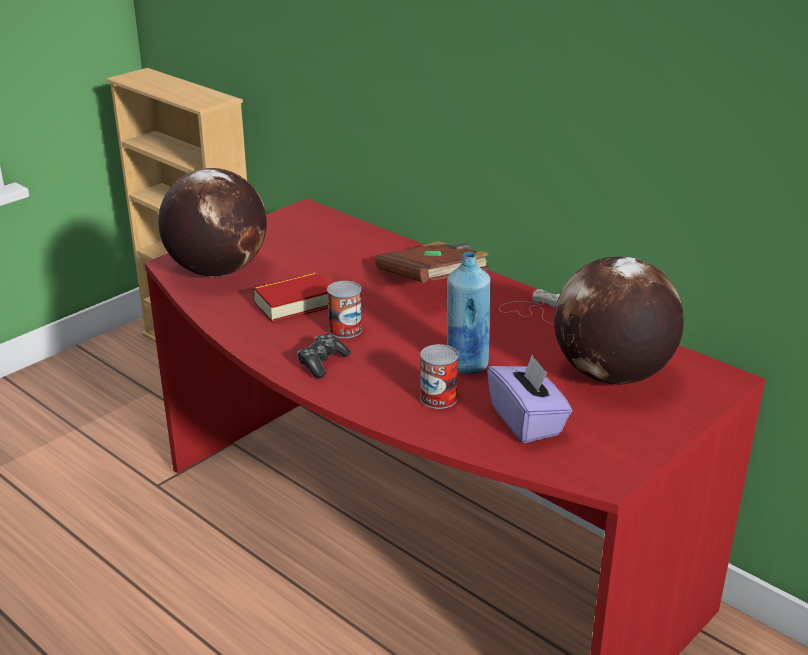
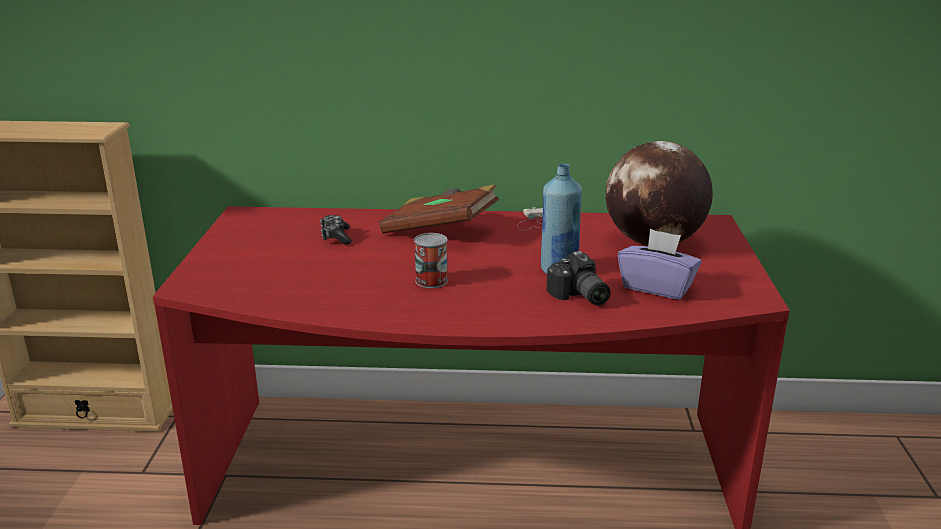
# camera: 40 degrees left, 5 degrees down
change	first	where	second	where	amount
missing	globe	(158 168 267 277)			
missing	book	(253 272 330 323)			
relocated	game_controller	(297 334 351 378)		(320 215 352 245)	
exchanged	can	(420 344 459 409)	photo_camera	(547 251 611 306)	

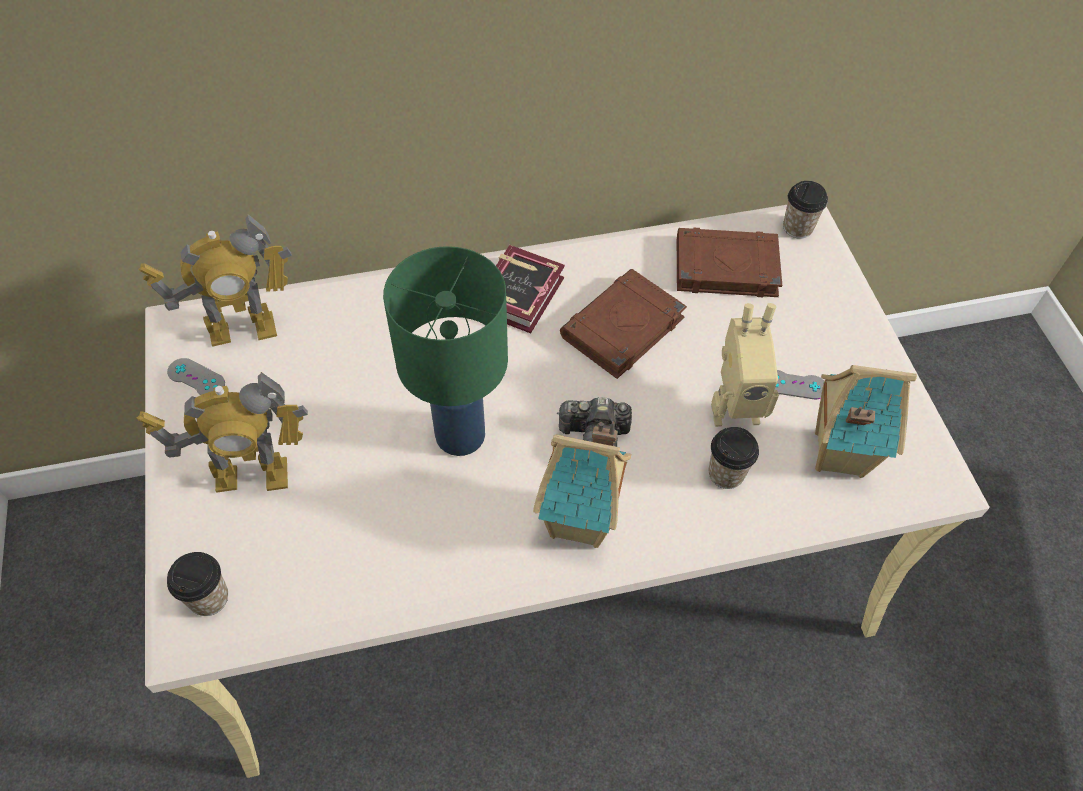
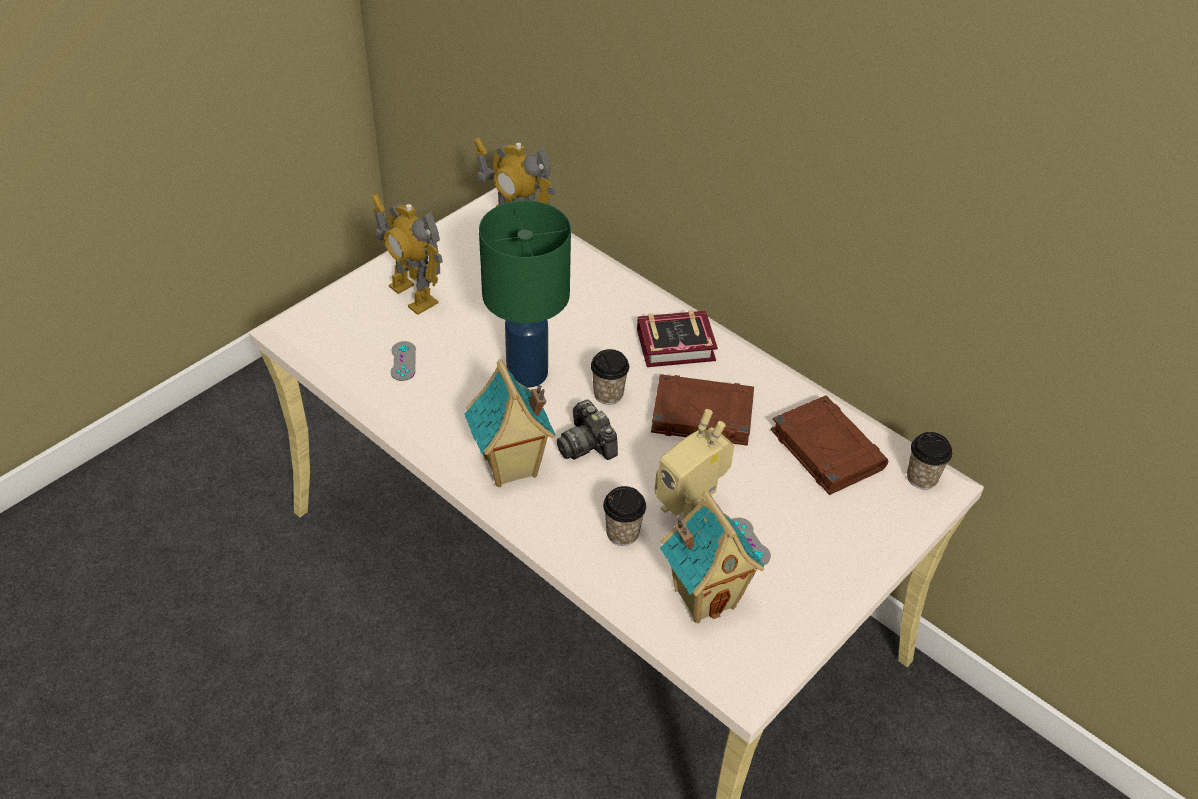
# camera: 55 degrees right, 10 degrees down
change	first	where	second	where	amount
relocated	grey_game_controller	(167 358 225 395)		(391 341 416 381)	
relocated	cup	(167 552 228 616)		(591 349 629 405)	

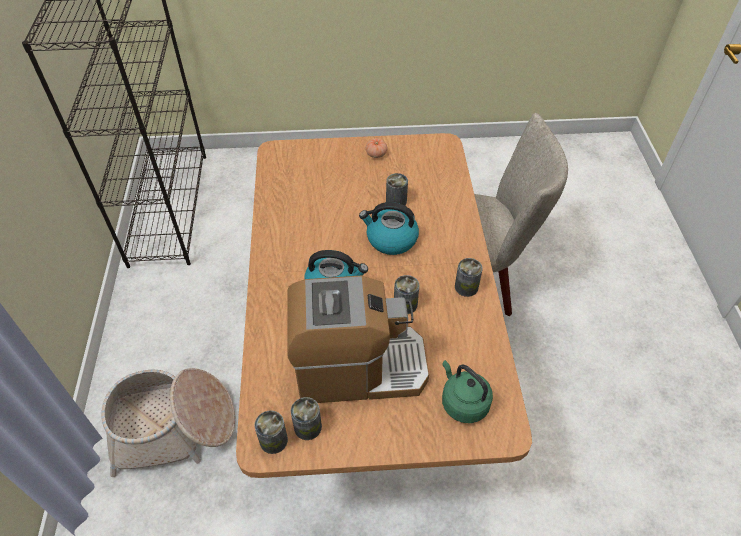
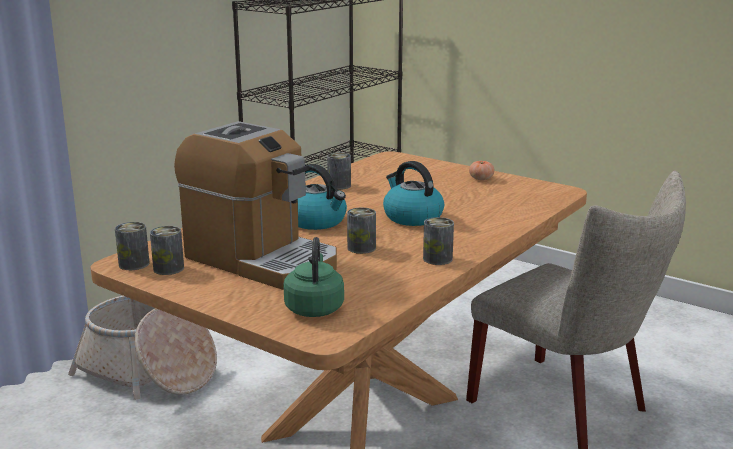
# camera: 40 degrees right, 30 degrees down
change	first	where	second	where	amount
relocated	can	(386 173 408 206)		(327 153 351 190)	

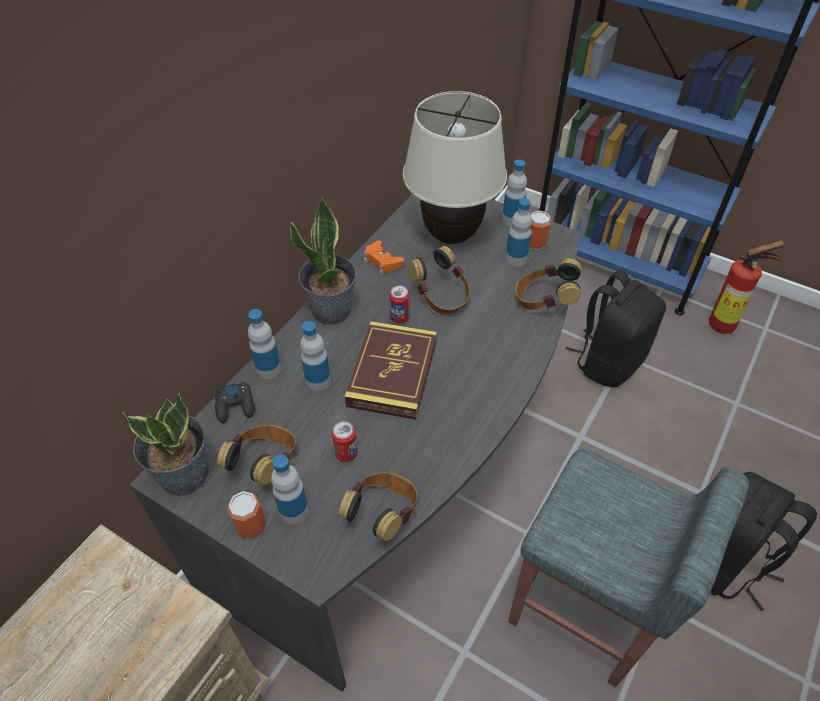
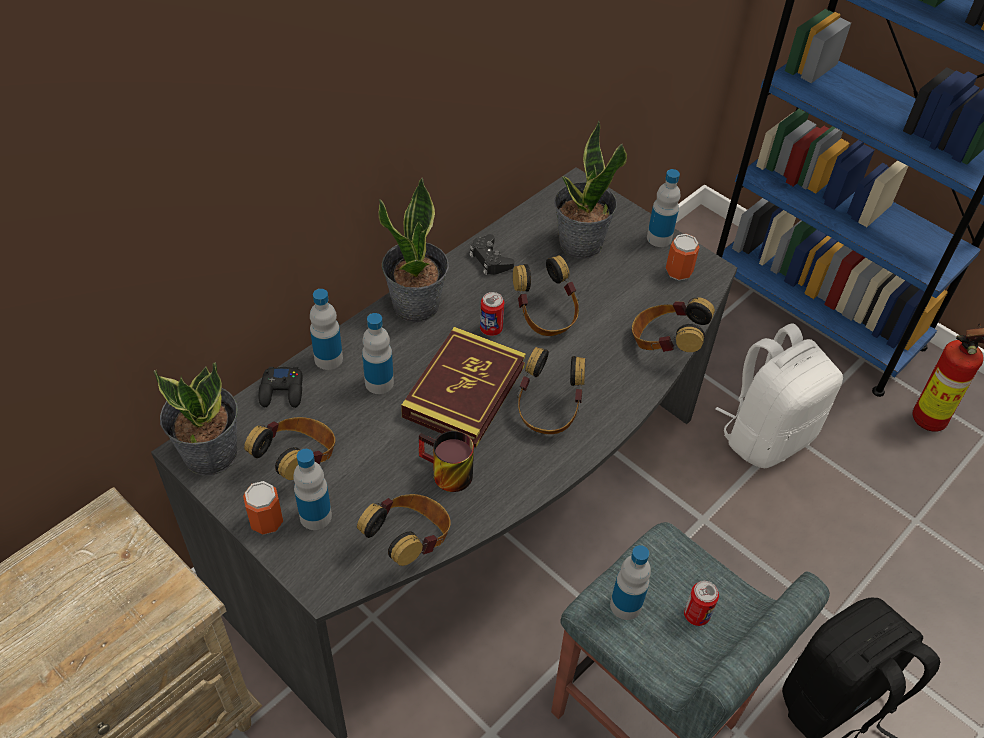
# camera: 10 degrees right, 0 degrees up
change	first	where	second	where	amount
appeared			mug	(419 431 474 492)	
appeared			headphones	(517 347 585 434)	
relocated	can	(332 422 358 462)		(684 581 719 626)	
relocated	bottle	(505 198 532 267)		(610 545 651 620)	
exchanged	beige_table_lamp	(403 91 507 244)	potted_plant	(554 121 627 259)	
colour	orange_game_controller	(364 240 404 274)	black_game_controller	(469 234 514 275)	
colour	black_backpack	(566 270 666 387)	white_backpack	(716 323 843 468)	

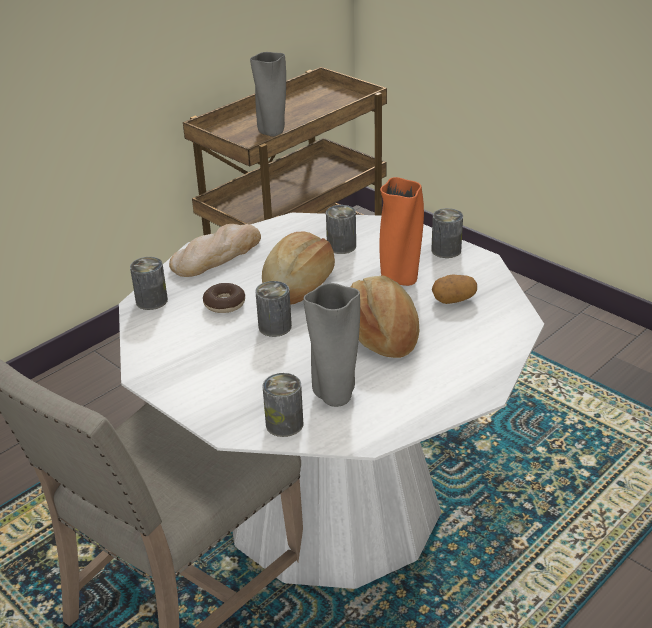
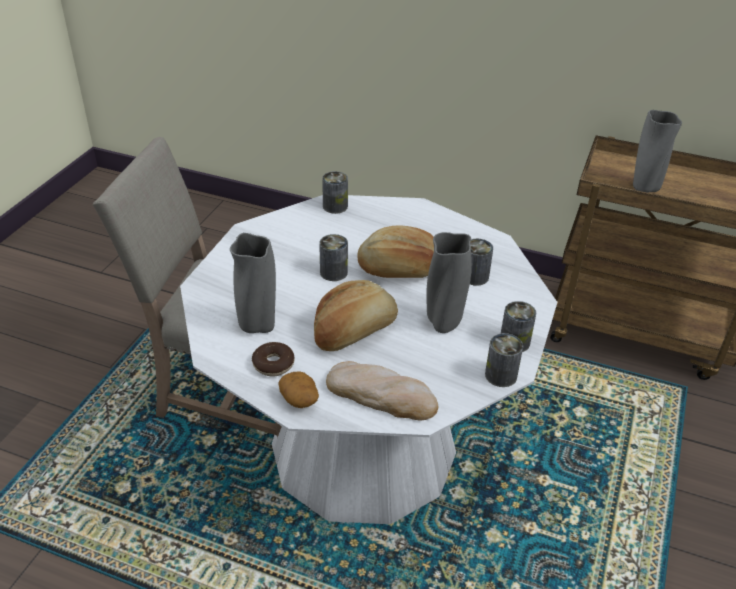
# camera: 65 degrees right, 5 degrees up
change	first	where	second	where	amount
relocated	bread	(169 224 261 277)		(326 361 438 420)	
relocated	donut	(203 283 245 313)		(252 342 294 376)	
relocated	can	(263 373 304 437)		(485 333 523 387)	
relocated	potato	(432 274 477 304)		(278 371 319 408)	
colour	orange_vase	(380 177 424 286)	grey_vase	(426 232 472 333)	

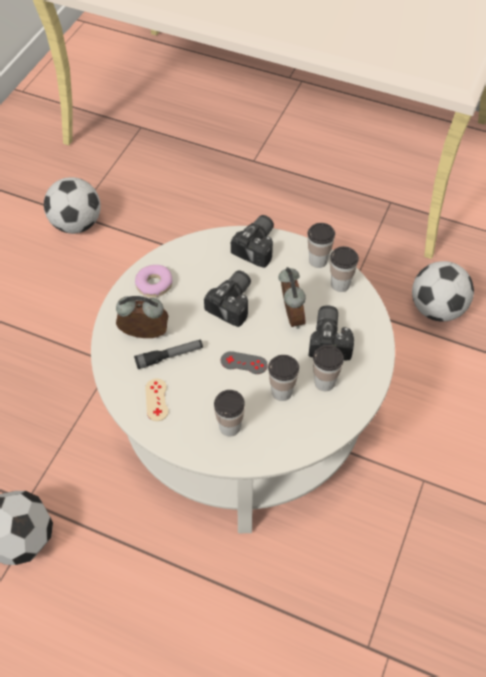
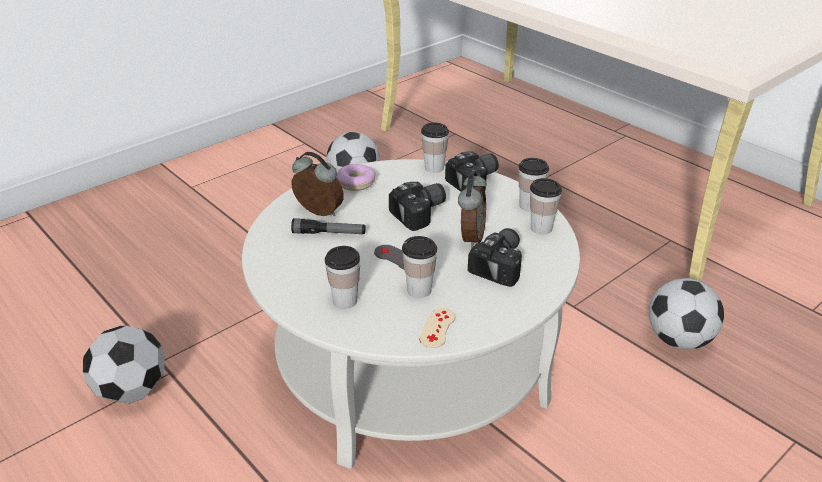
# camera: 25 degrees right, 20 degrees down
change	first	where	second	where	amount
relocated	beige_game_controller	(145 379 169 421)		(419 308 455 348)	
relocated	cup	(313 345 344 391)		(421 122 449 173)	

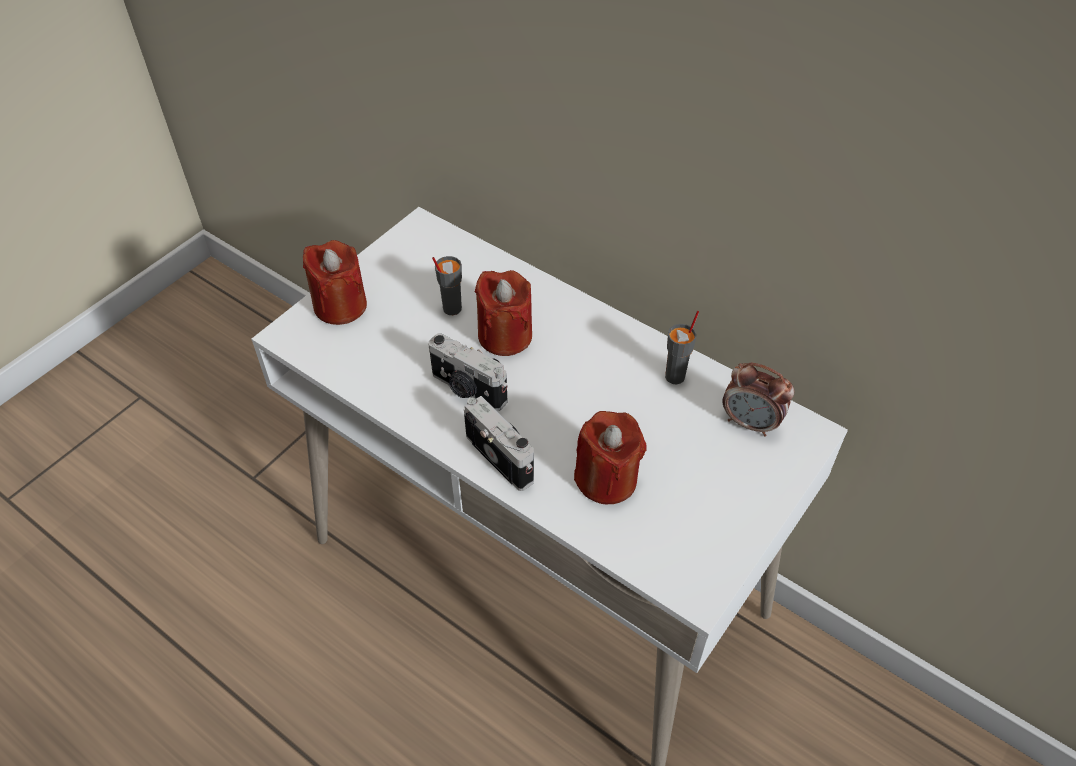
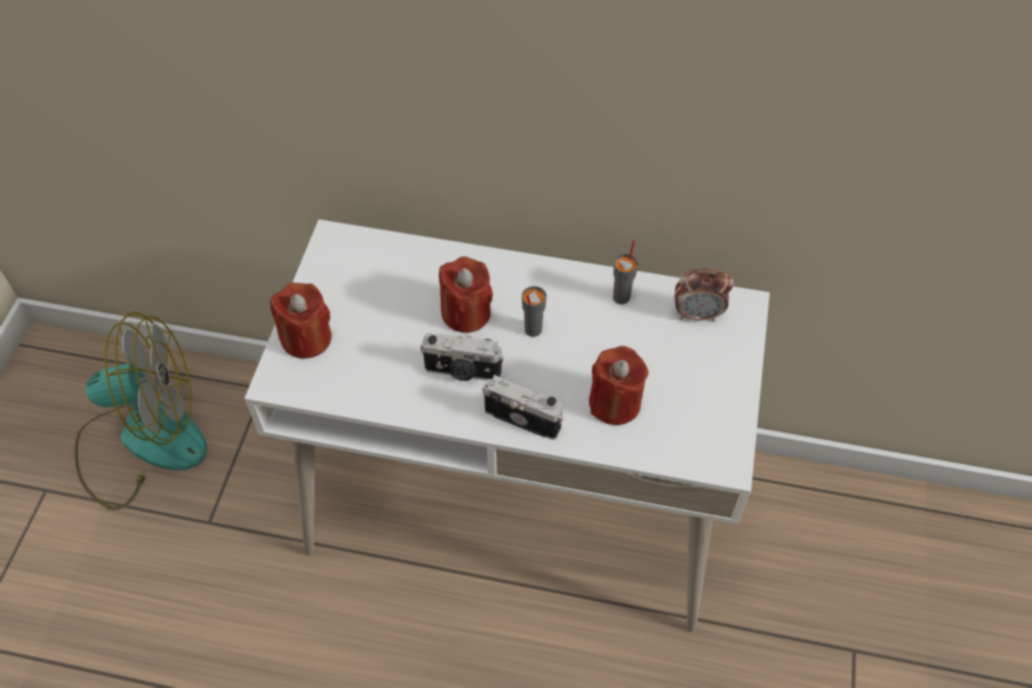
# camera: 25 degrees left, 5 degrees up
change	first	where	second	where	amount
appeared			fan	(75 312 207 510)	
relocated	grey_cup	(432 256 462 315)		(522 286 547 337)	

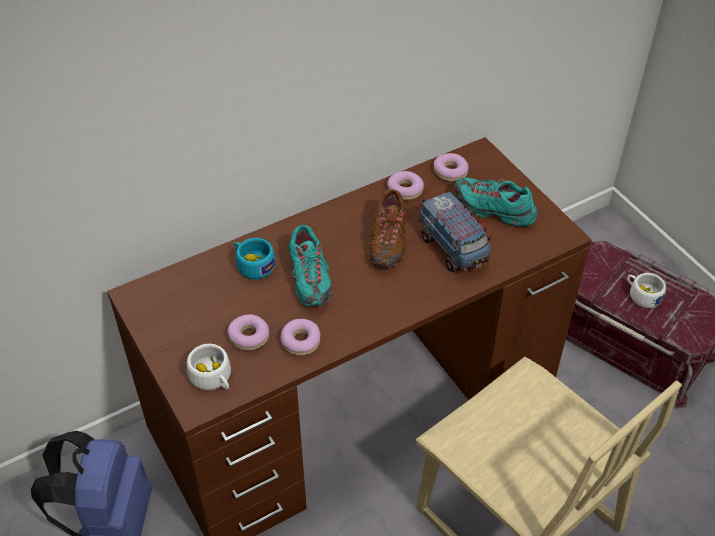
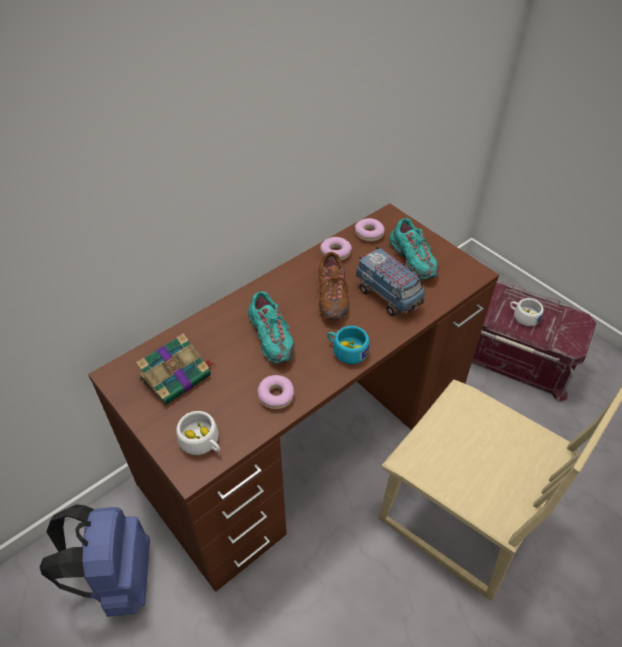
# camera: 10 degrees left, 0 degrees up
change	first	where	second	where	amount
missing	donut	(227 314 269 350)			
appeared			book	(136 333 215 405)	
relocated	turquoise_cup	(234 238 276 280)		(327 326 369 364)	
spun	turquoise_shoe	(454 177 537 227)		(389 218 439 279)	135 degrees counterclockwise

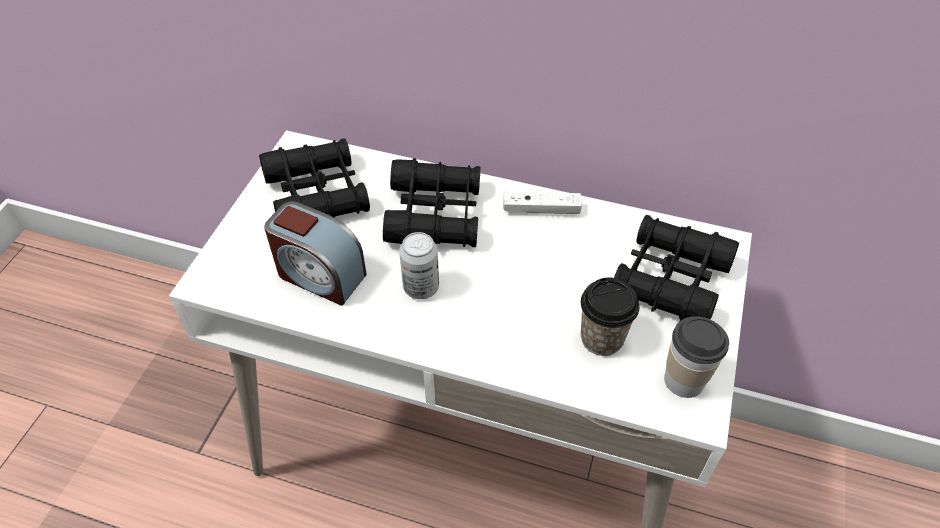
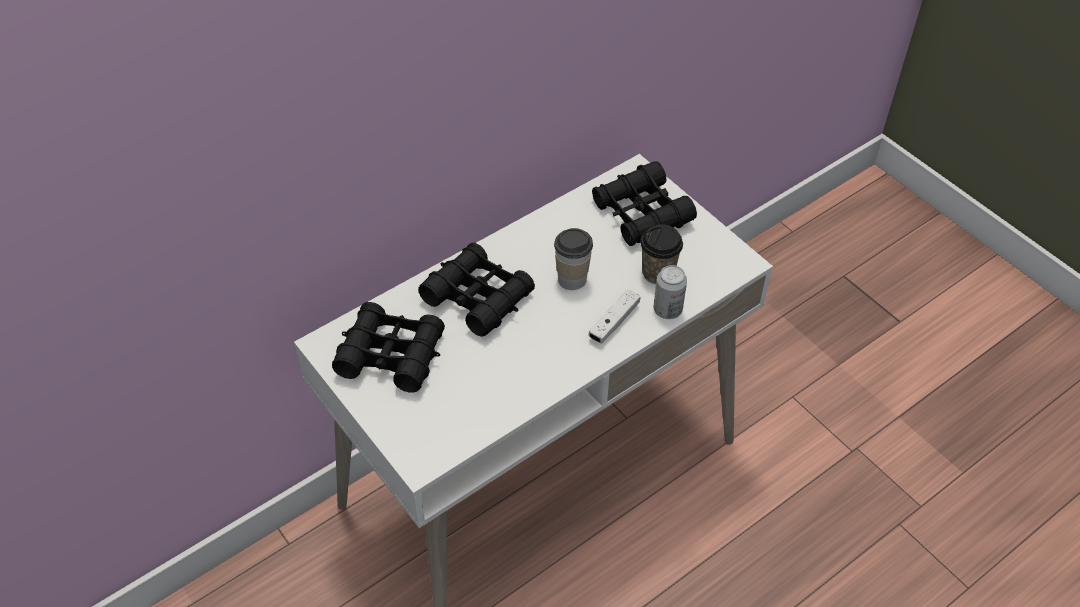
# camera: 55 degrees left, 0 degrees up
change	first	where	second	where	amount
missing	alarm_clock	(264 201 367 306)			
relocated	can	(399 232 439 299)		(653 265 687 319)	
relocated	white_game_controller	(503 192 582 214)		(588 289 640 343)	
relocated	cup	(664 316 729 398)		(554 228 593 290)	

